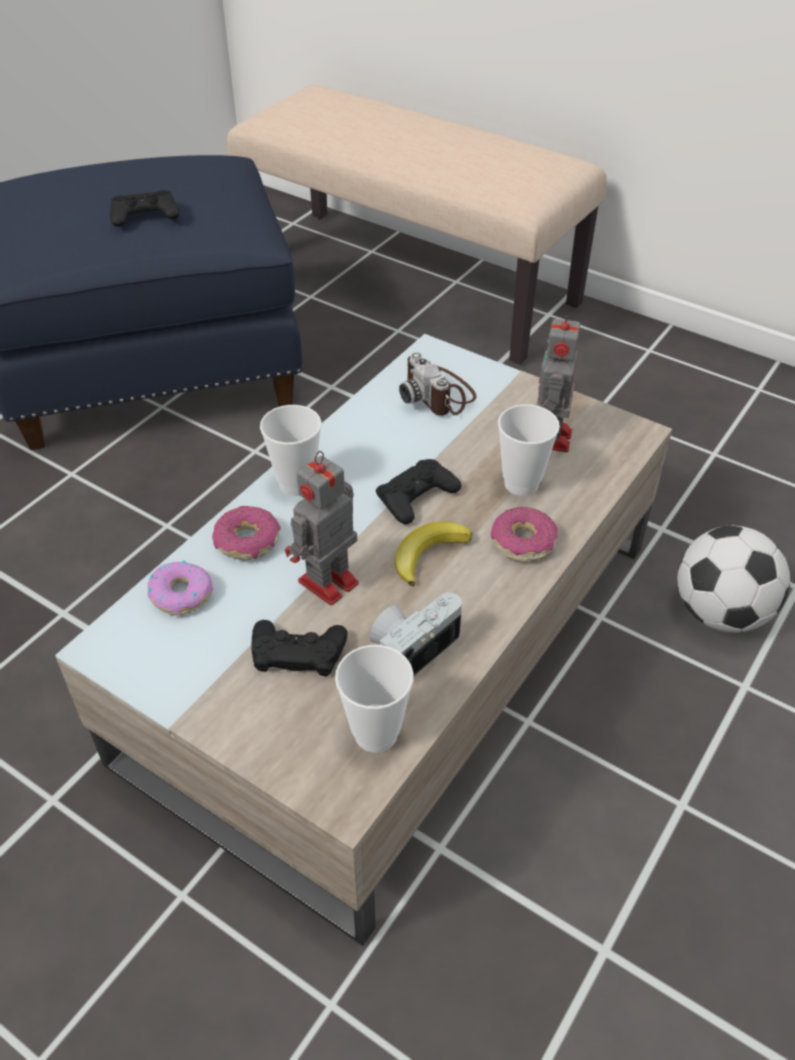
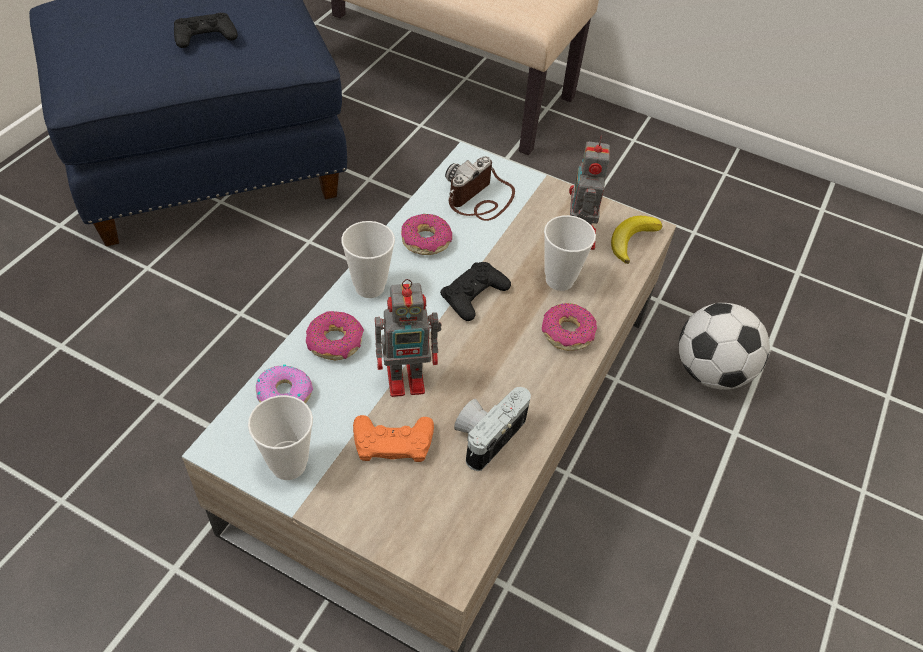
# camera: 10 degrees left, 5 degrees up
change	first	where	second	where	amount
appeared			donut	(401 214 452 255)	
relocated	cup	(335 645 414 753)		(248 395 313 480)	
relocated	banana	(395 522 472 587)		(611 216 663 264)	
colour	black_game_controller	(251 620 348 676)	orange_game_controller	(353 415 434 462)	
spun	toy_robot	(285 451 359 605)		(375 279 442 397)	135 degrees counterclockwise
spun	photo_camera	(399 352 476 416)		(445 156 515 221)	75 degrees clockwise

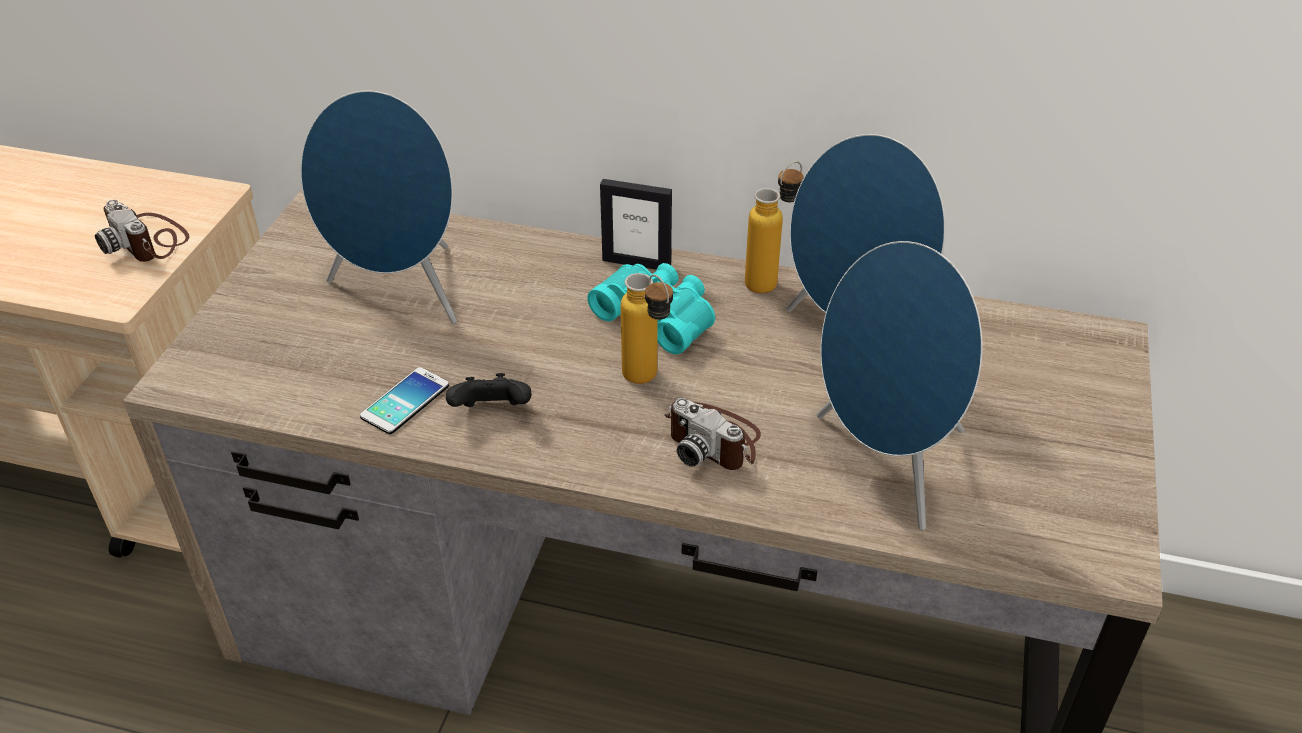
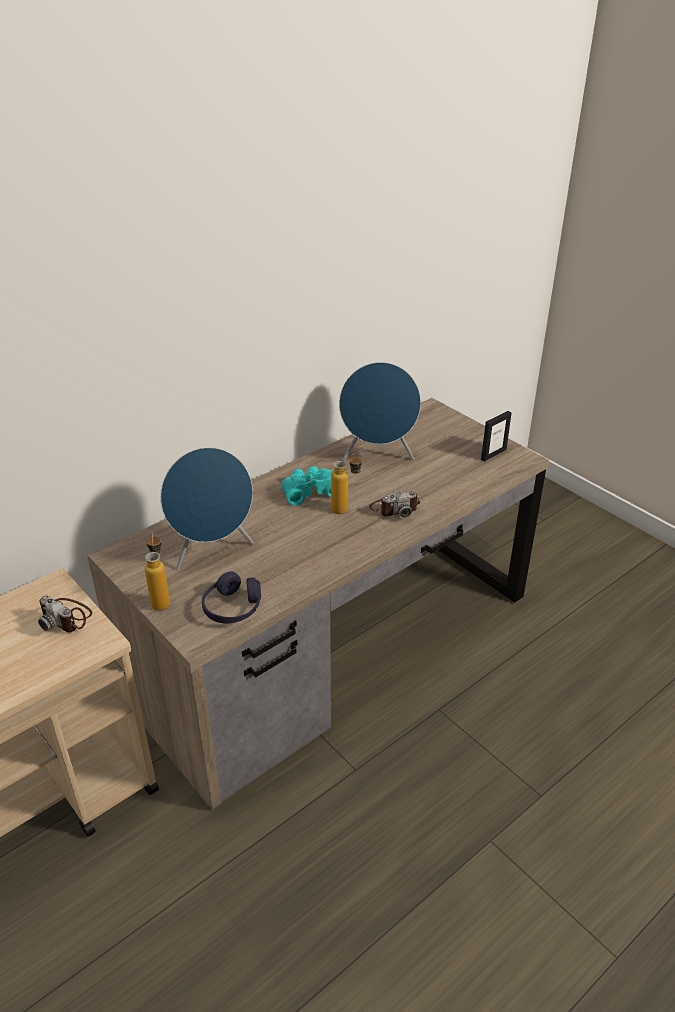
# camera: 55 degrees left, 5 degrees down
change	first	where	second	where	amount
missing	phone	(360 367 449 434)			
missing	black_game_controller	(446 373 532 407)			
missing	blue_speaker	(816 241 982 531)			
appeared			purple_headphones	(202 571 261 624)	
relocated	picture_frame	(600 179 672 270)		(481 411 512 462)	
relocated	bottle	(745 161 804 293)		(145 532 170 610)	
spun	photo_camera	(95 200 189 262)		(38 595 92 633)	45 degrees clockwise

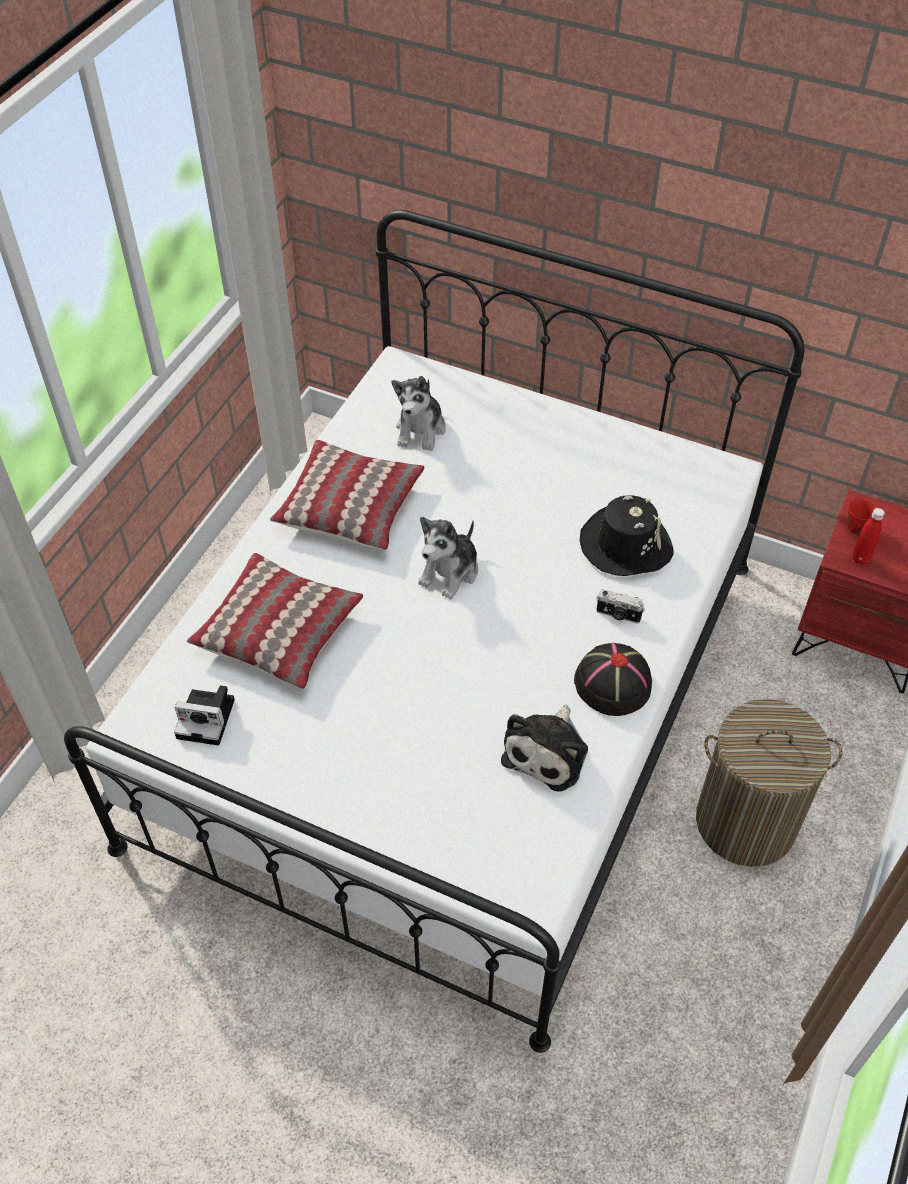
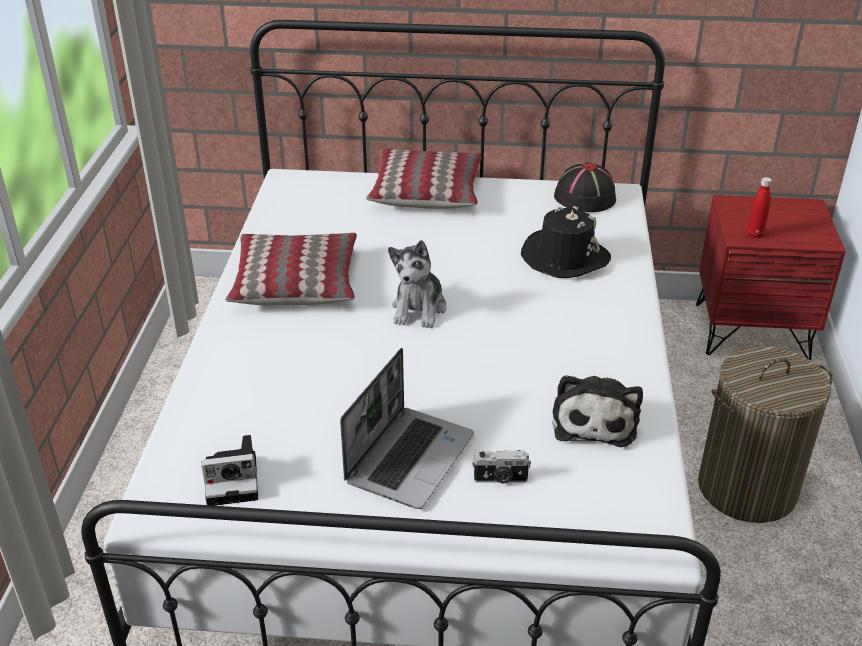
# camera: 20 degrees left, 15 degrees down
change	first	where	second	where	amount
missing	plush_toy	(392 376 446 451)			
missing	red_mug	(848 499 877 534)			
appeared			laptop	(340 348 474 509)	
relocated	pillow	(187 553 363 689)		(366 149 482 209)	
relocated	black_hat	(574 643 652 716)		(554 162 616 212)	
relocated	photo_camera	(596 589 645 624)		(472 450 531 483)	

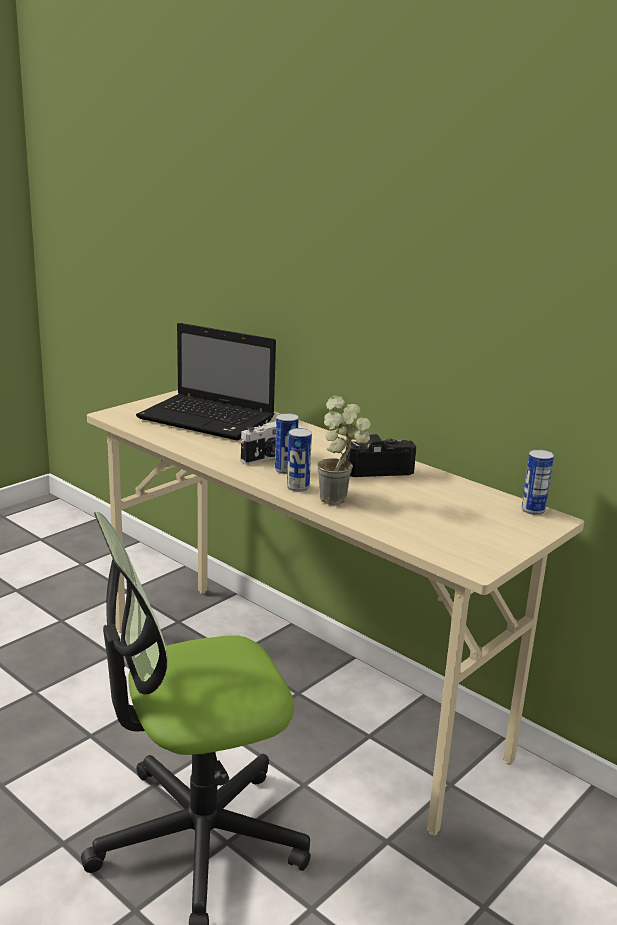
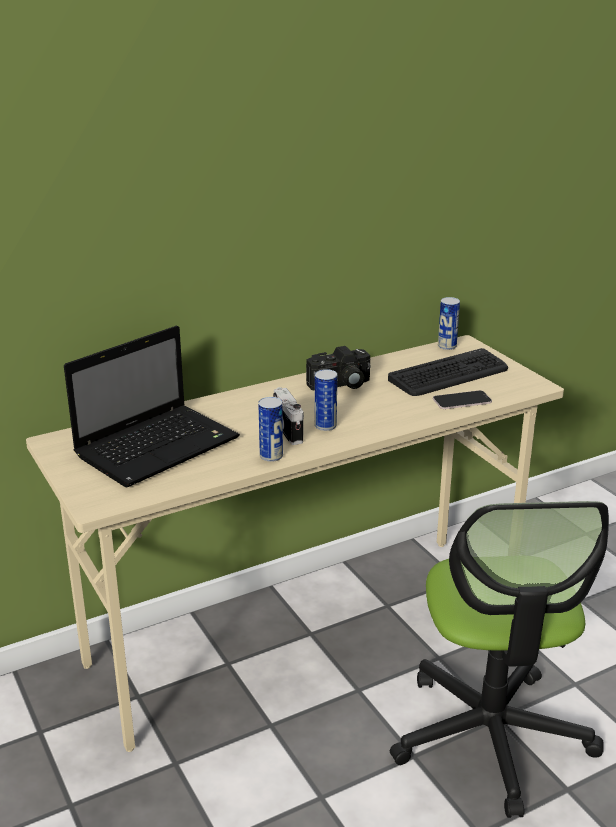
# camera: 70 degrees left, 5 degrees up
change	first	where	second	where	amount
missing	potted_plant	(317 395 371 505)			
appeared			keyboard	(388 348 508 396)	
appeared			phone	(433 390 492 409)	
relocated	can	(287 428 312 492)		(258 397 283 462)	
spun	photo_camera	(346 434 416 477)		(306 346 371 390)	120 degrees counterclockwise

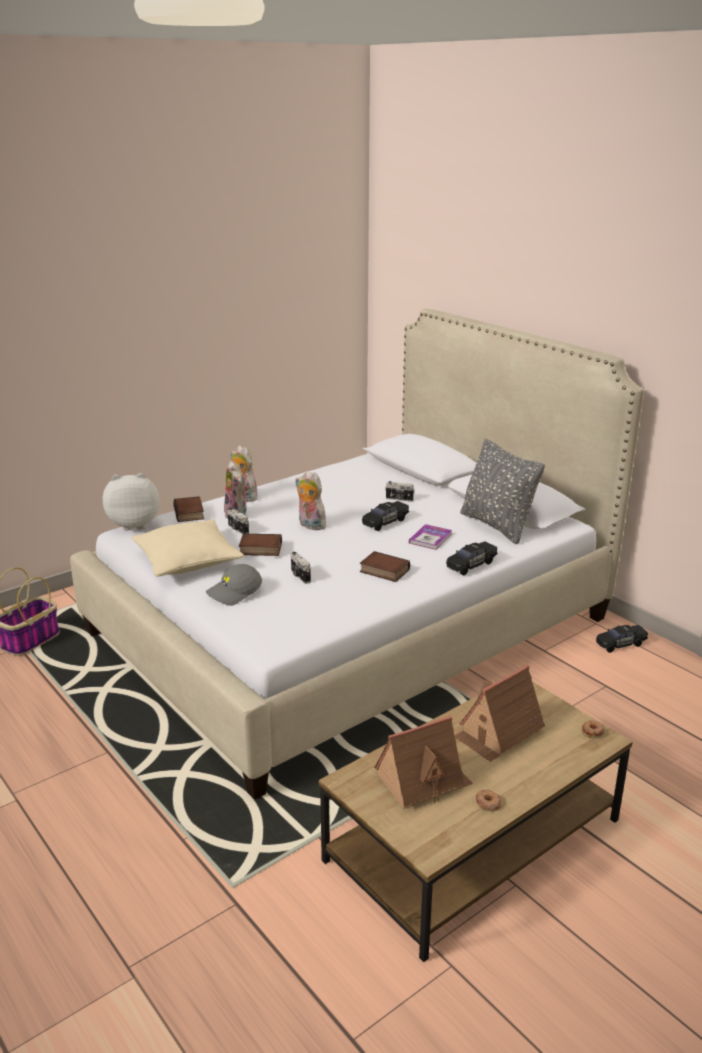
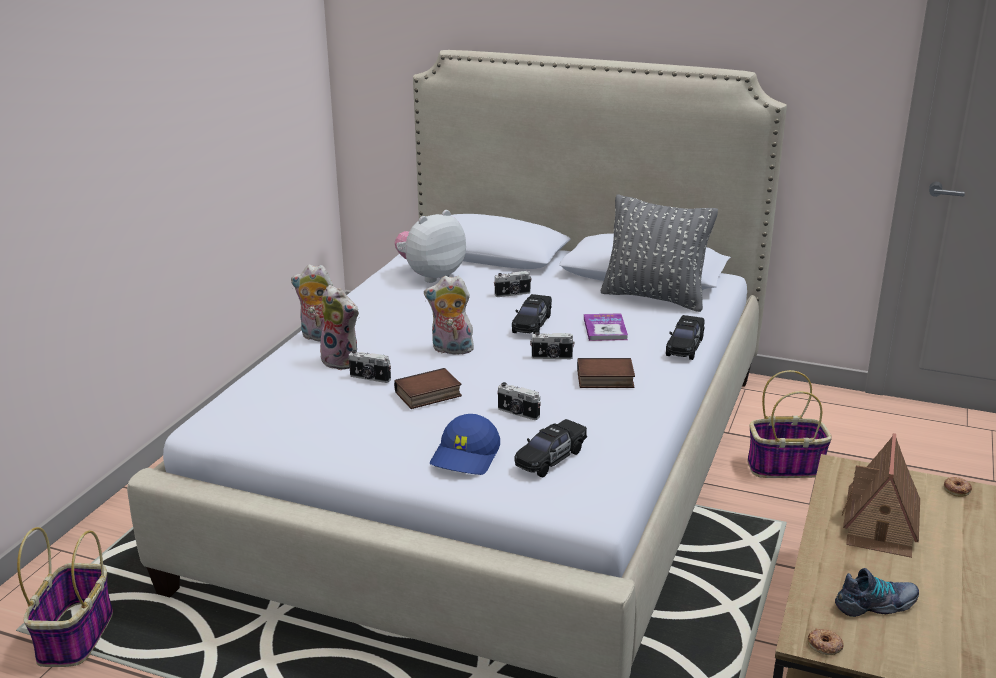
# camera: 30 degrees left, 0 degrees up
change	first	where	second	where	amount
missing	beige_pillow	(132 520 244 577)			
missing	book	(173 496 204 522)			
appeared			photo_camera	(530 332 575 359)	
appeared			basket	(747 370 832 478)	
relocated	plush_toy	(103 473 160 530)		(394 210 466 283)	
relocated	donut	(476 789 501 811)		(808 629 843 655)	
relocated	black_toy_car	(596 625 648 653)		(514 419 587 477)	
exchanged	toy_house	(374 716 473 809)	shoe	(835 568 919 617)	
colour	grey_cap	(206 564 262 606)	blue_cap	(430 414 500 475)	

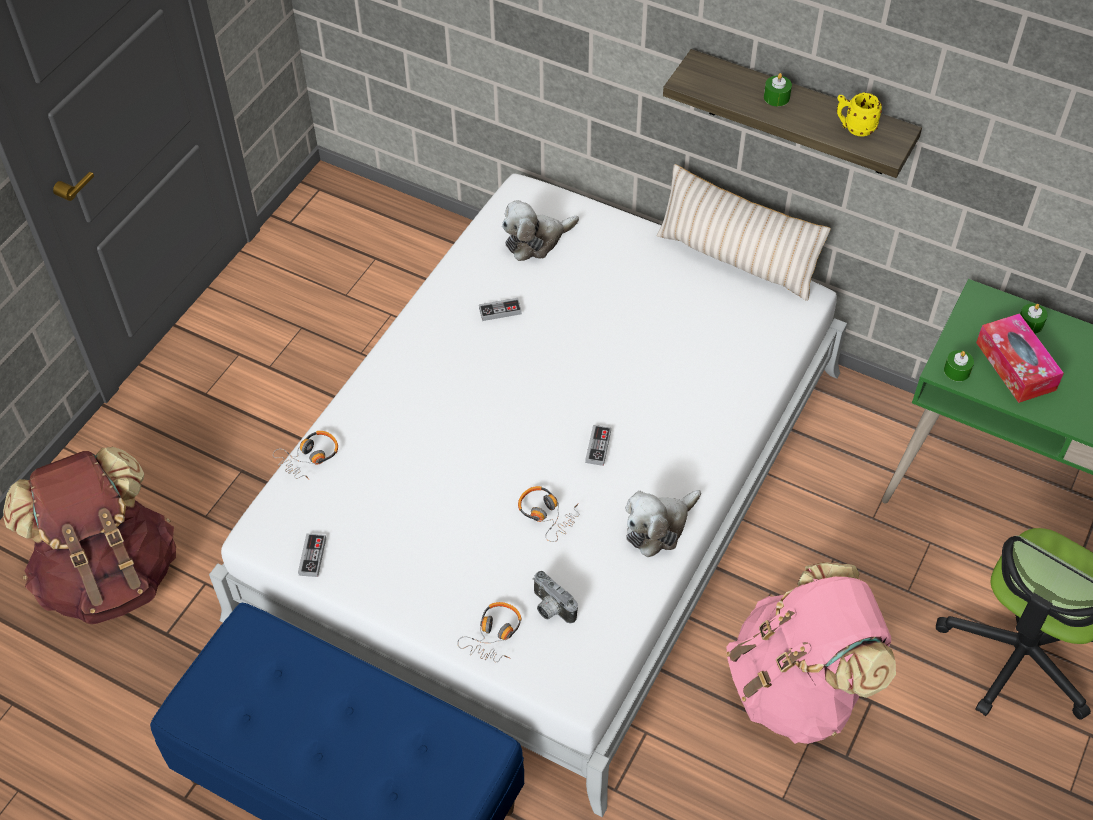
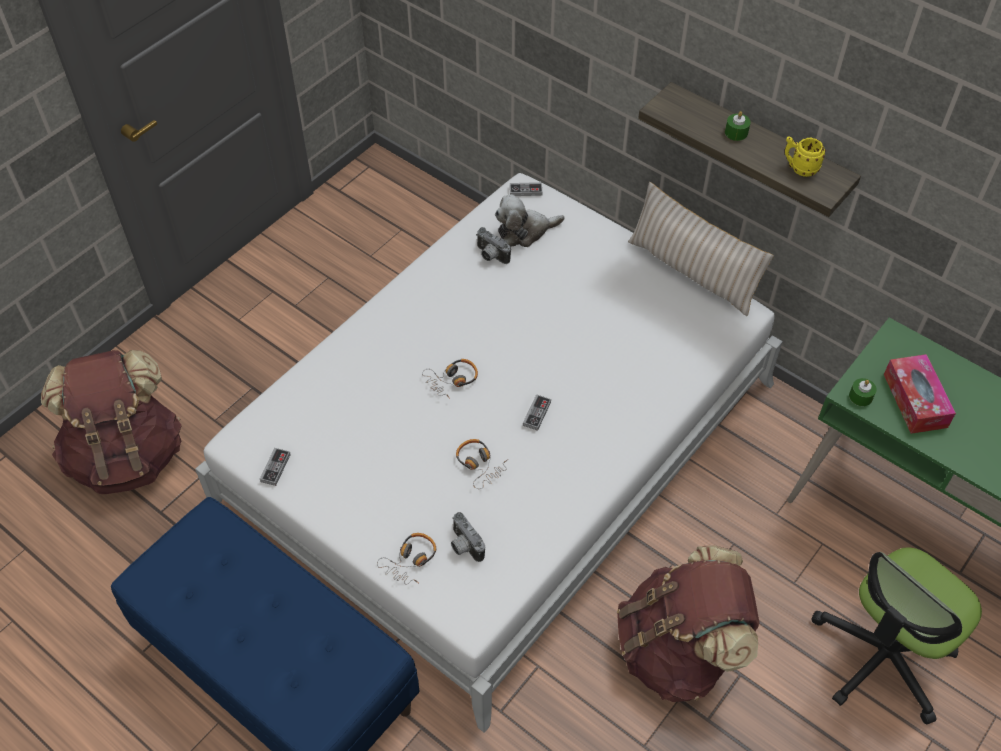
# camera: 10 degrees right, 0 degrees up
change	first	where	second	where	amount
missing	plush_toy	(626 490 701 557)			
missing	green_candle	(1020 304 1048 334)			
appeared			photo_camera	(476 227 511 264)	
relocated	headphones	(273 431 338 480)		(422 359 478 399)	
relocated	game_controller	(479 298 522 321)		(510 182 542 196)	
colour	pink_backpack	(726 562 896 744)	brown_backpack	(617 546 759 702)	

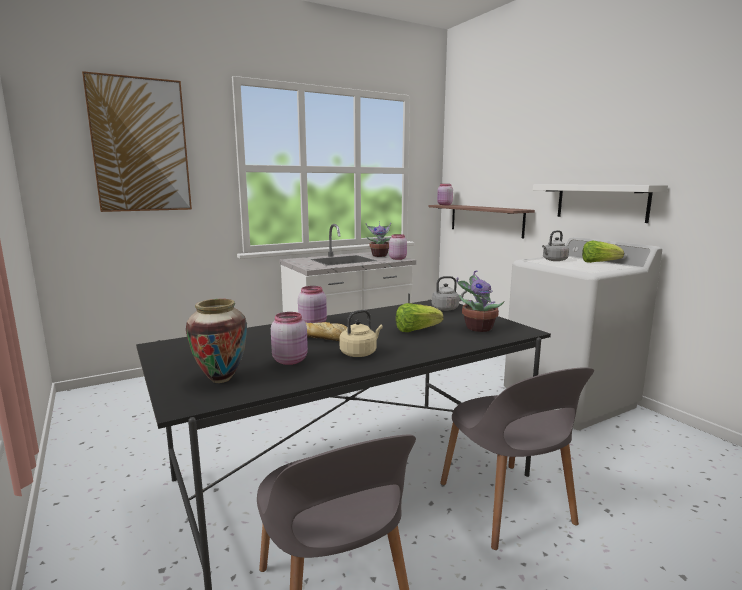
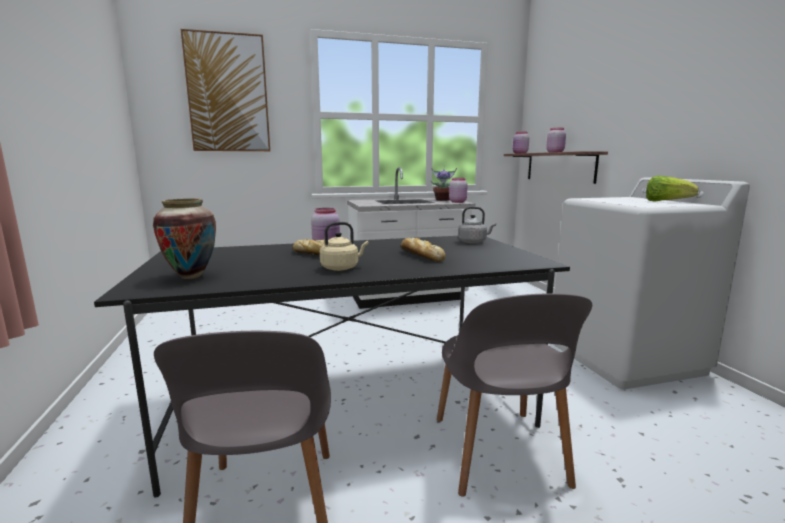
# camera: 15 degrees right, 0 degrees up
change	first	where	second	where	amount
missing	potted_plant	(456 270 505 332)			
missing	white_shelf	(533 185 668 223)			
missing	grey_kettle	(542 230 569 261)			
relocated	pink_jar	(271 312 308 365)		(546 128 566 152)	
exchanged	lettuce	(396 303 444 332)	bread	(401 237 445 262)	

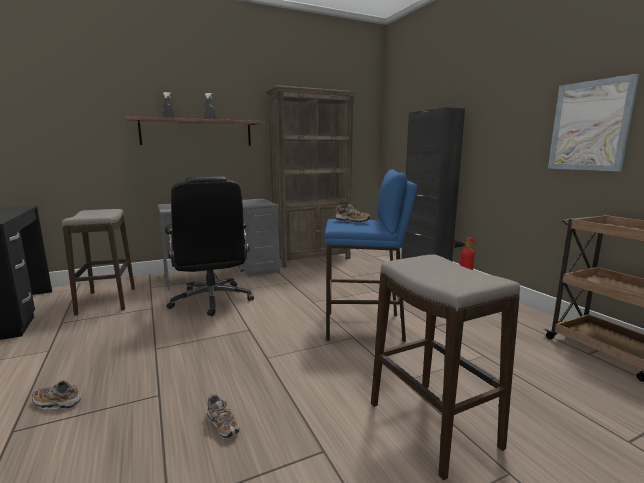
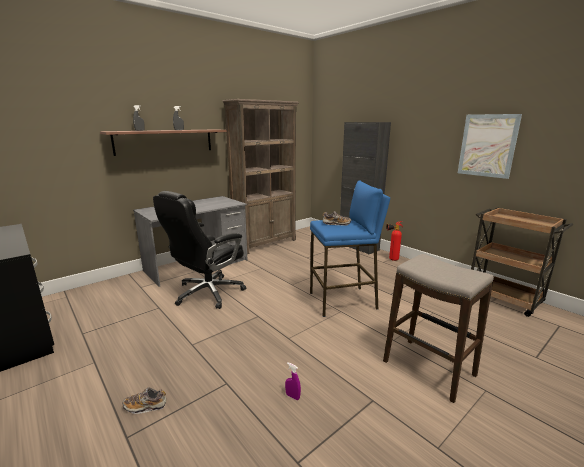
# camera: 15 degrees left, 5 degrees up
change	first	where	second	where	amount
missing	stool	(62 209 135 316)			
exchanged	shoe	(207 394 240 439)	purple_spray_bottle	(285 362 301 400)	
spun	black_office_chair	(165 176 254 316)		(153 191 246 309)	75 degrees clockwise

